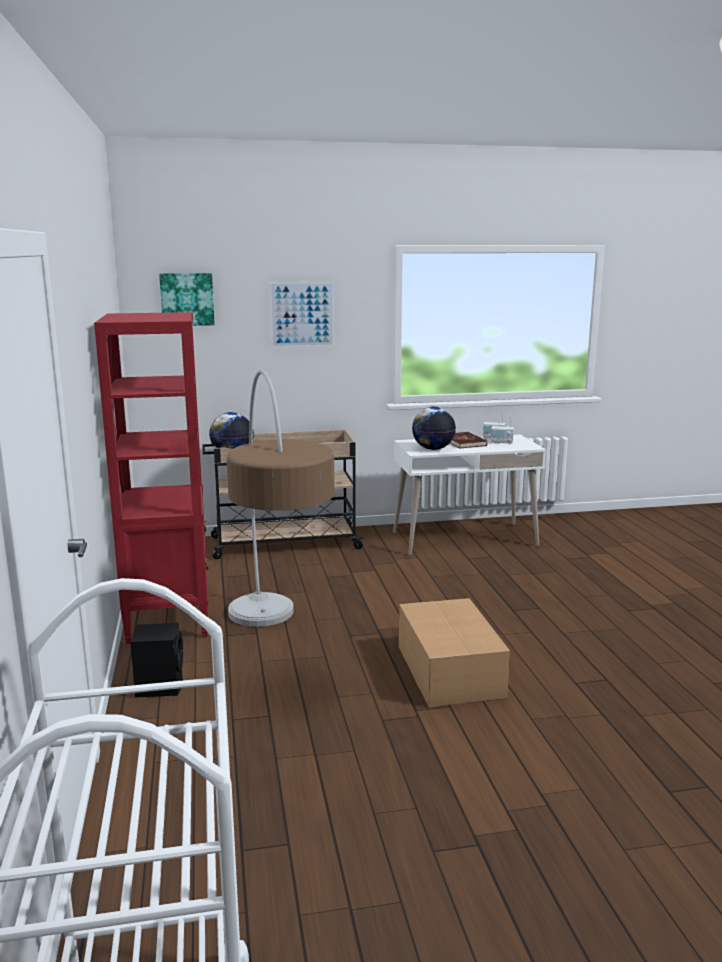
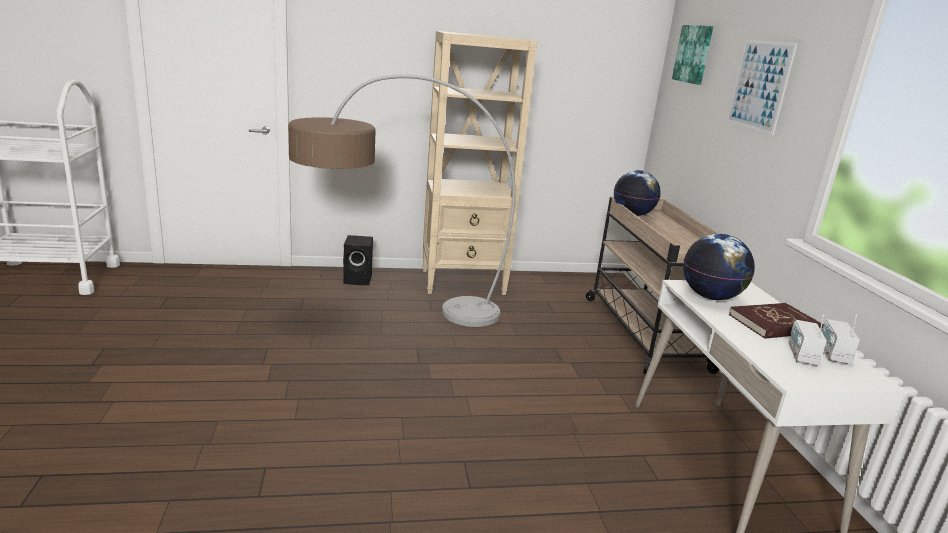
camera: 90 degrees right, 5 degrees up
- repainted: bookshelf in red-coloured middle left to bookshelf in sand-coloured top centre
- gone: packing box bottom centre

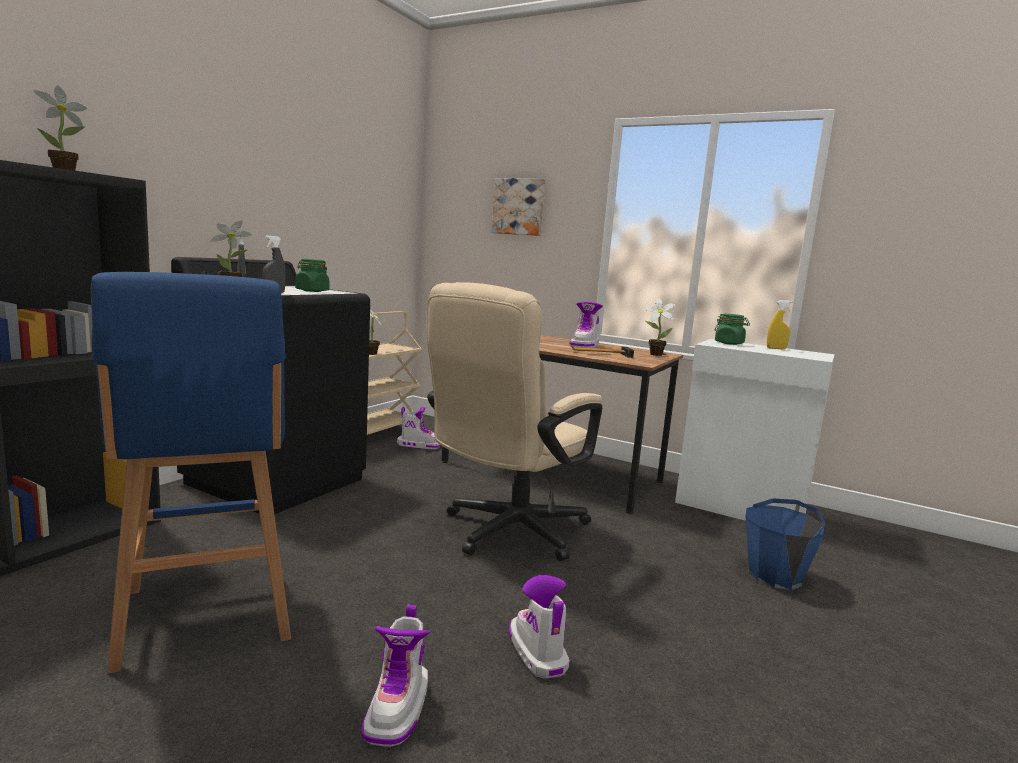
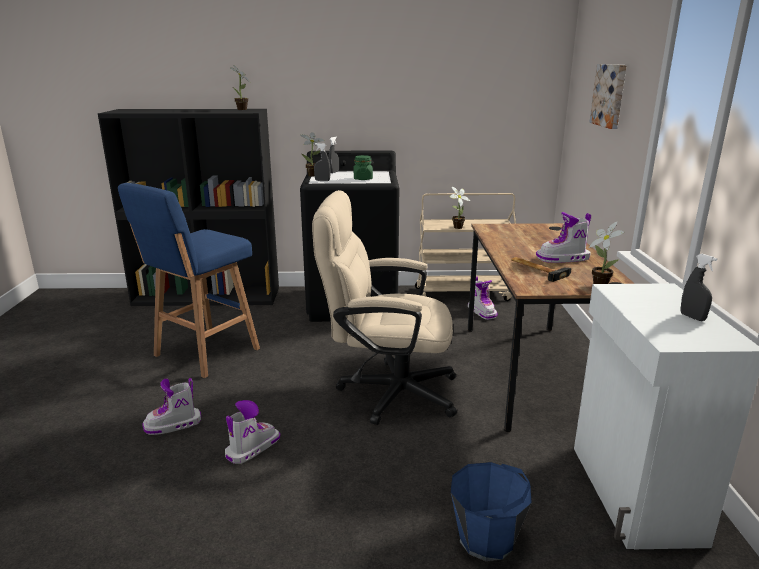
camera: 60 degrees right, 10 degrees up
- gone: jar in green-coloured (no. 2 from left) middle right
- repainted: sprayer in yellow middle right to sprayer in gray (no. 3 from left) middle right

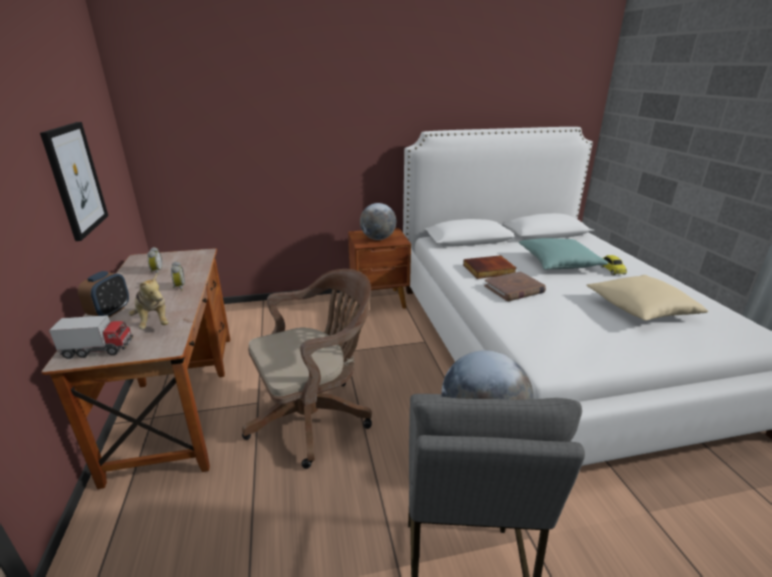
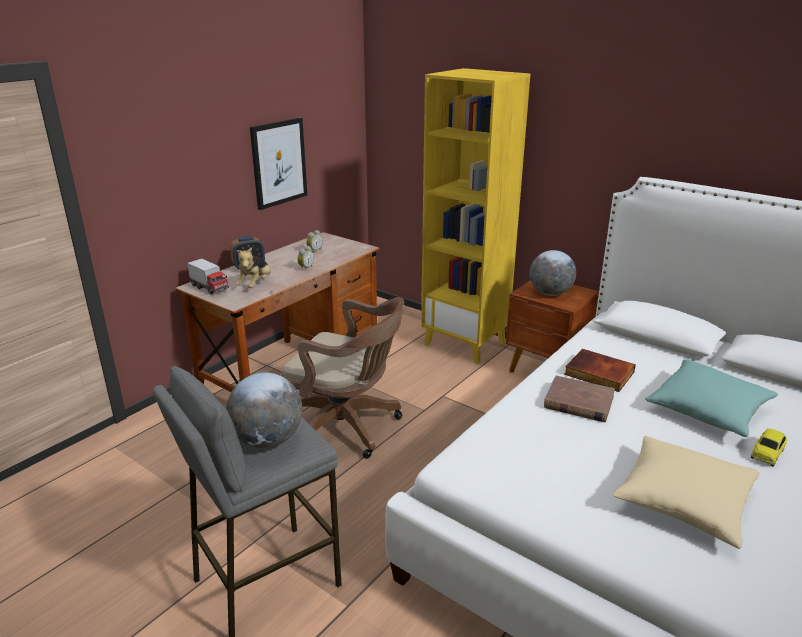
camera: 50 degrees right, 0 degrees up
- new: bookshelf in yellow centre

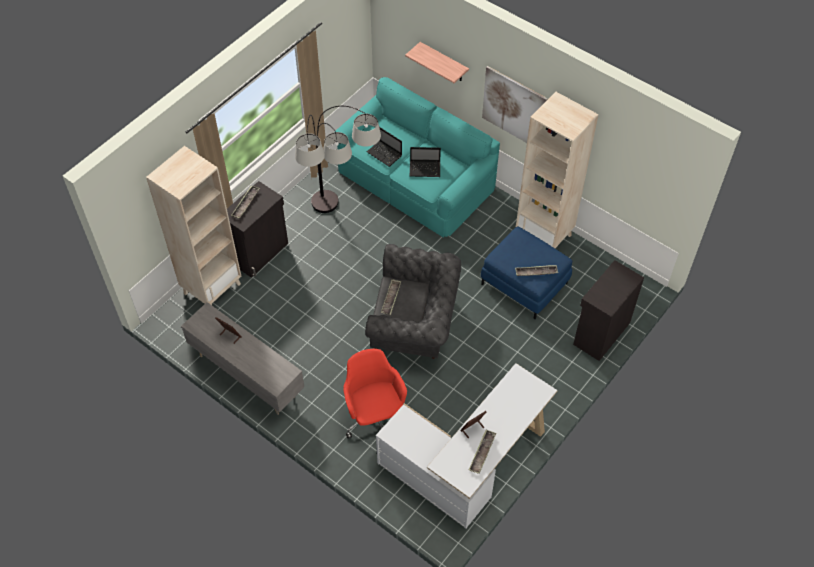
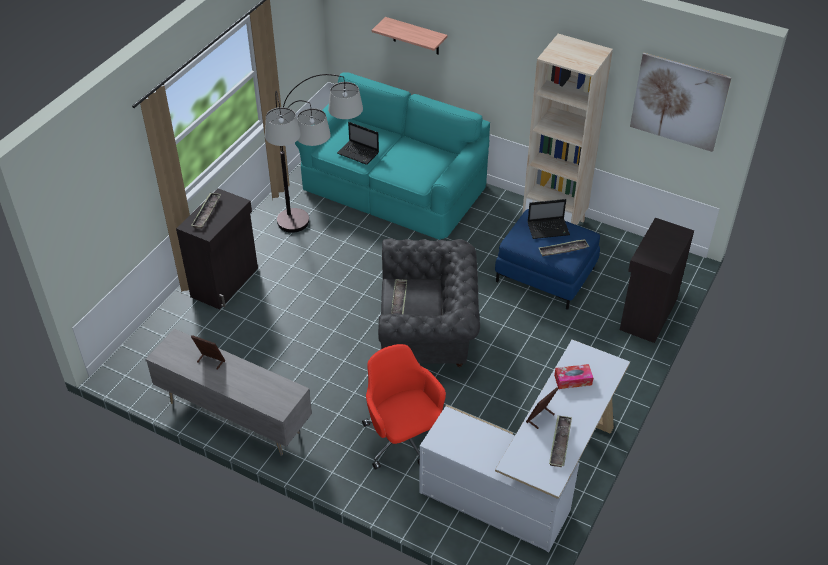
camera: 10 degrees left, 10 degrees down
- gone: bookshelf in sand-coloured (no. 1 from left) middle left
- shifted: laptop (no. 2 from left) top centre to centre
- shifted: picture top centre to top right
- new: tissue holder middle right

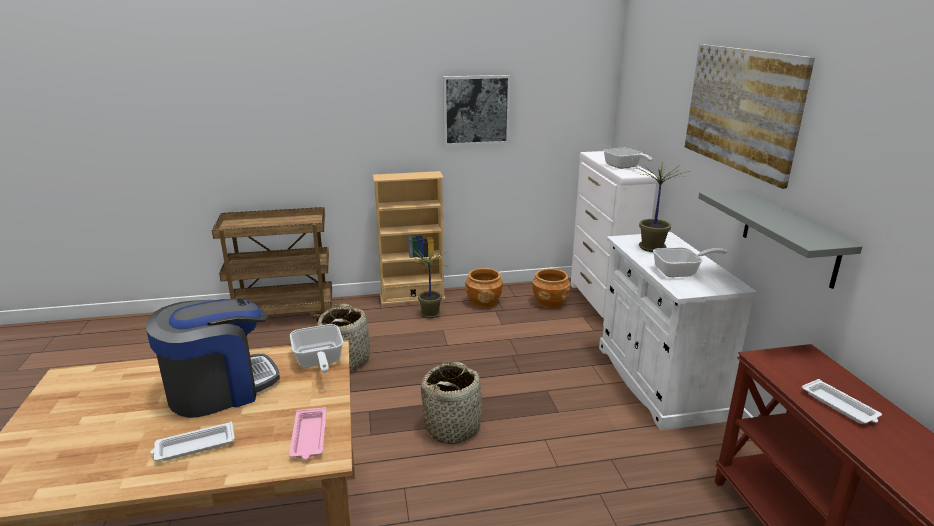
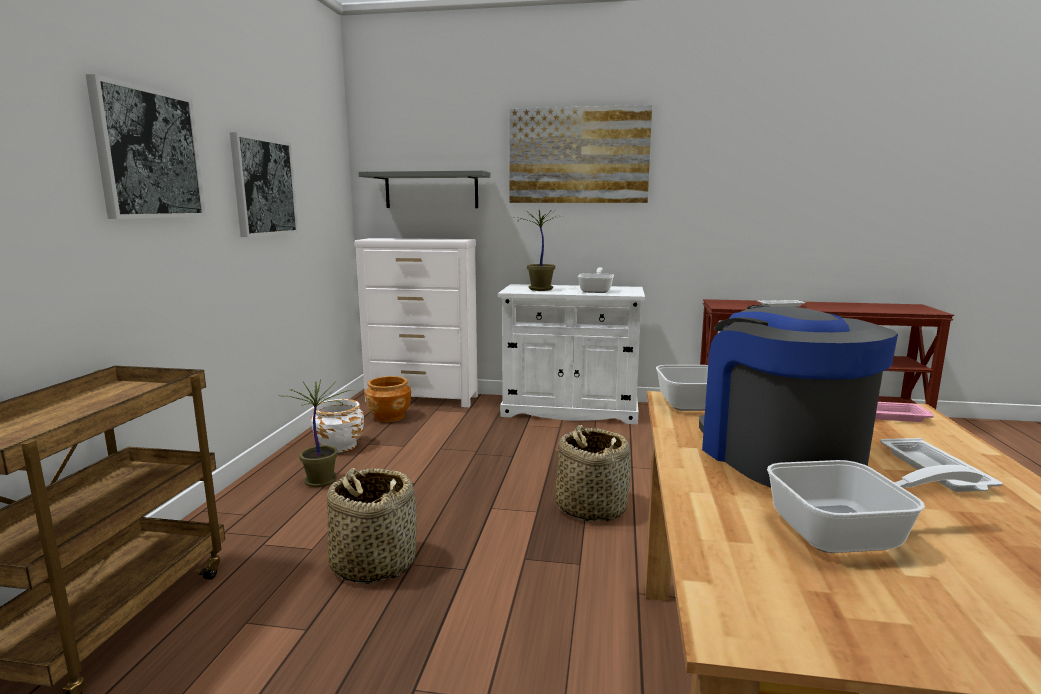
camera: 70 degrees left, 10 degrees down
- gone: bookshelf in sand-coloured centre
- repainted: plant pot in brown (no. 1 from left) centre to plant pot in white middle left
- shifted: skillet (no. 2 from left in the first image) top right to skillet (no. 3 from left) bottom right
- shifted: bracket shelf in gray middle right to top centre
- new: picture (no. 1 from left) top left

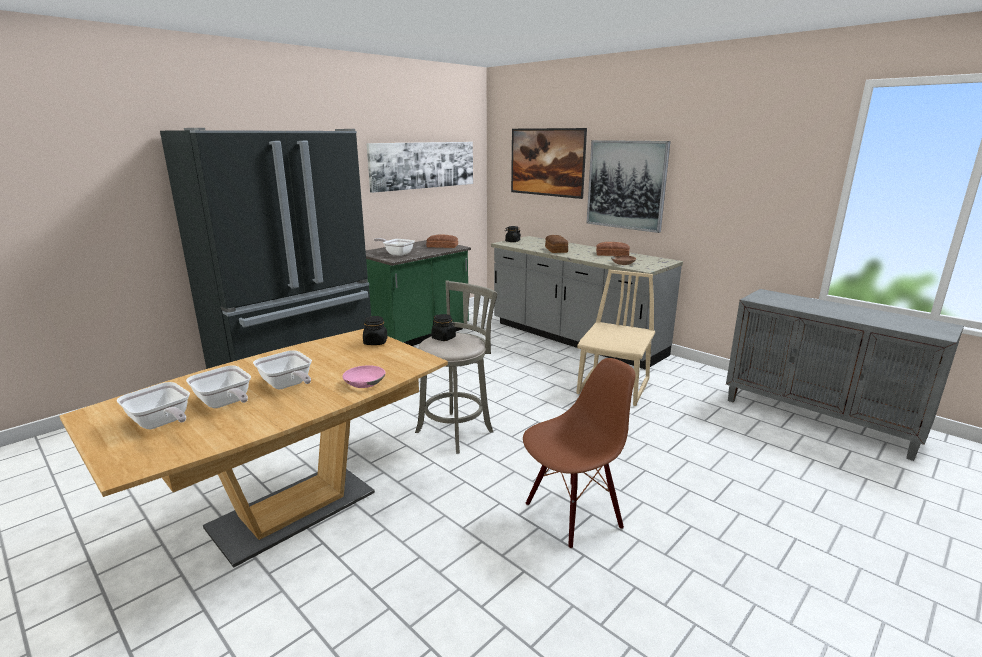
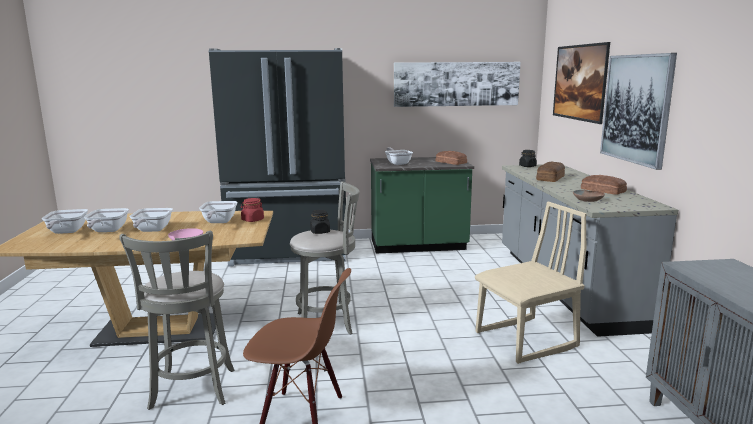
camera: 40 degrees right, 5 degrees down
- repainted: jar in blackish (no. 1 from left) centre to jar in red-coloured centre
- new: stool seat in gray (no. 1 from left) bottom left
- new: skillet (no. 4 from left) middle left

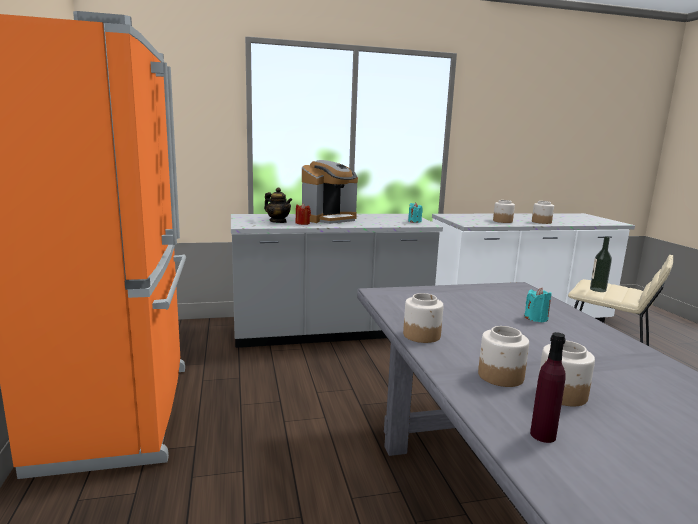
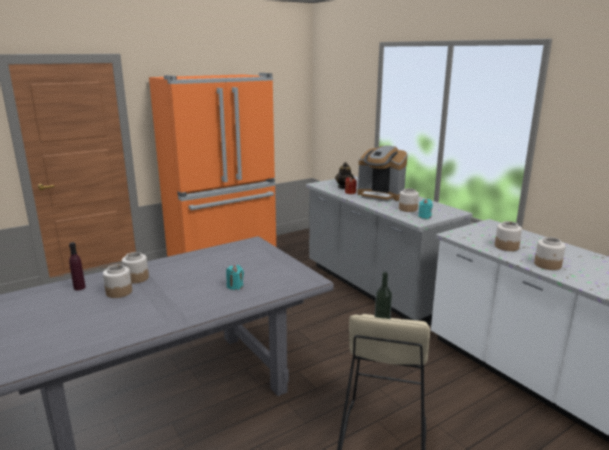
camera: 70 degrees right, 5 degrees up
- shifted: jar (no. 1 from left in the first image) centre to jar (no. 3 from left) middle right

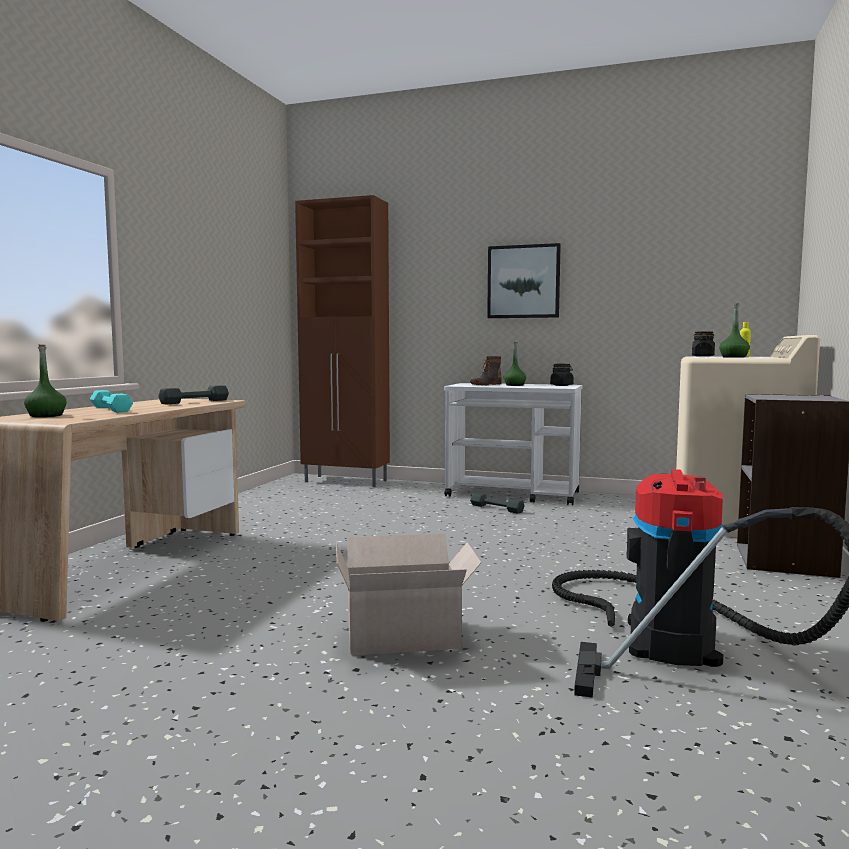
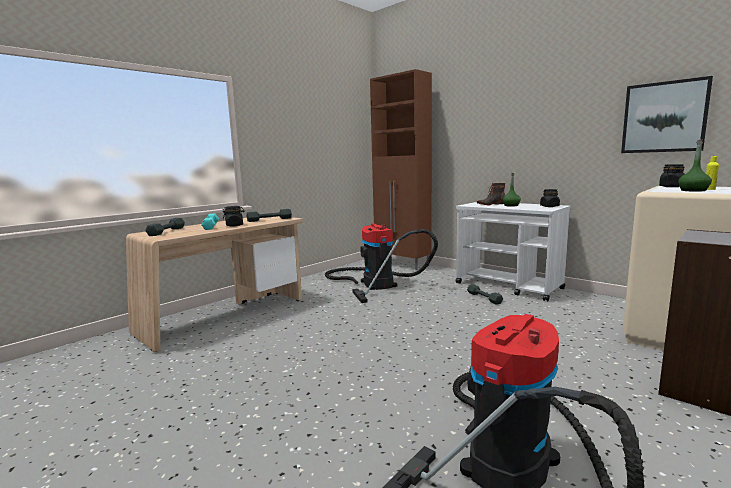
camera: 25 degrees right, 5 degrees up
- swapped: drink bottle in green-coloured (no. 1 from left) middle left to free weight in gray (no. 1 from left) middle left
- gone: packing box bottom centre
- shifted: picture top centre to top right
- new: jar in blackish (no. 1 from left) middle left
- new: vacuum cleaner (no. 1 from left) centre

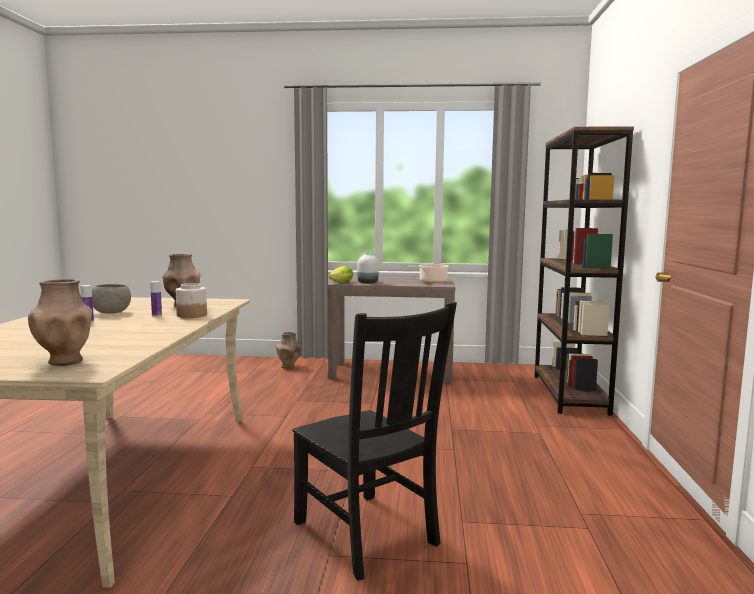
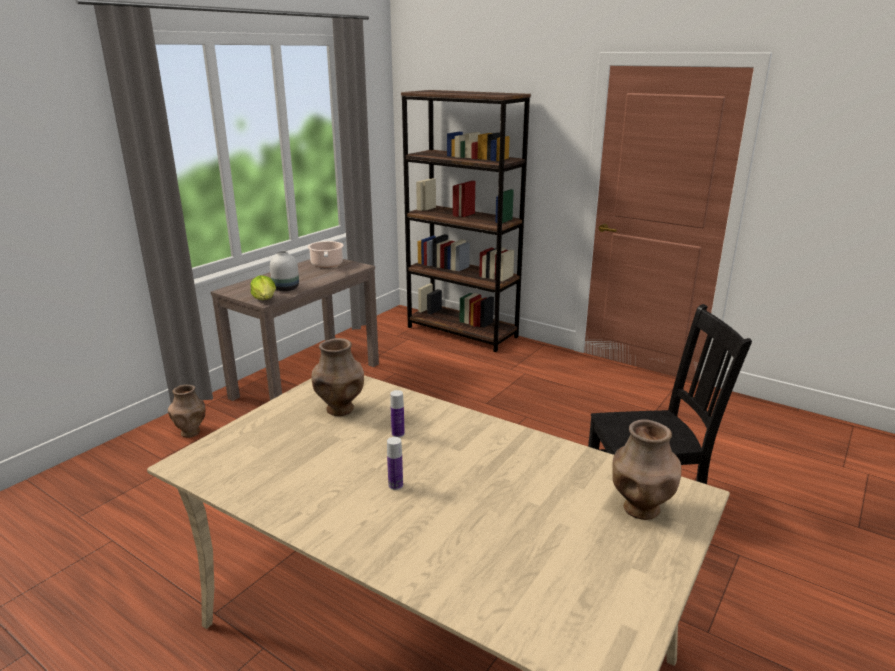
camera: 60 degrees left, 15 degrees up
- gone: bowl in gray middle left
- gone: jar middle left

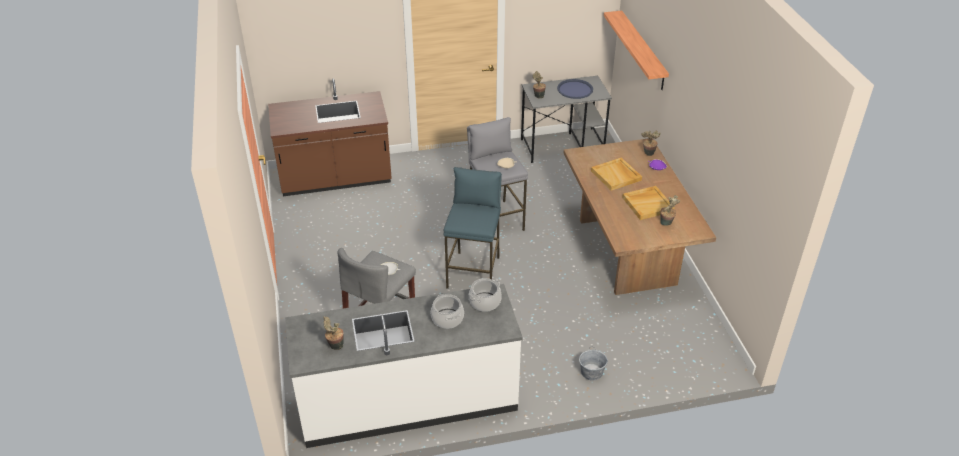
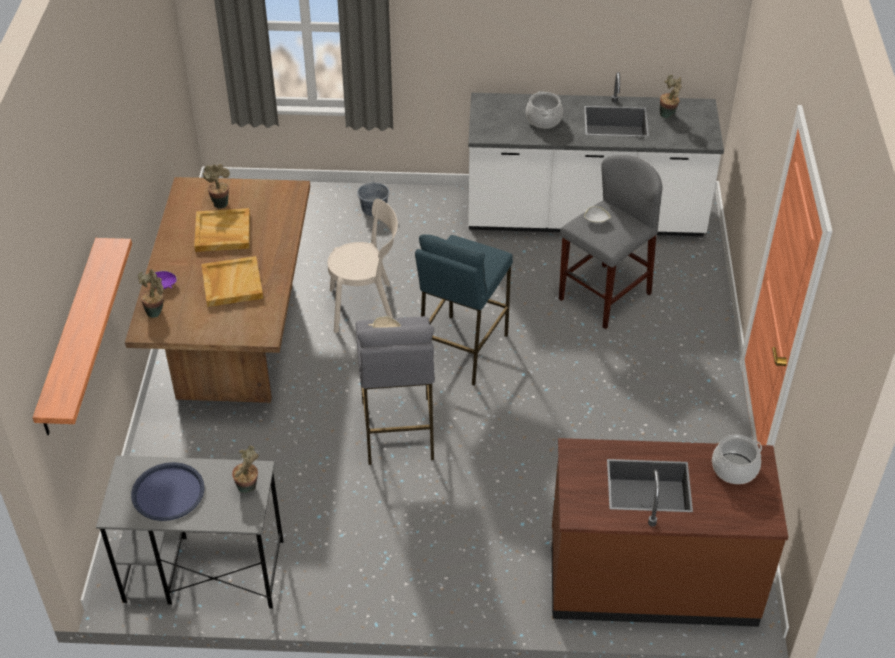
camera: 165 degrees left, 5 degrees up
- shifted: cooking pot (no. 2 from left) centre to bottom right
- new: plain chair in sand-coloured centre

